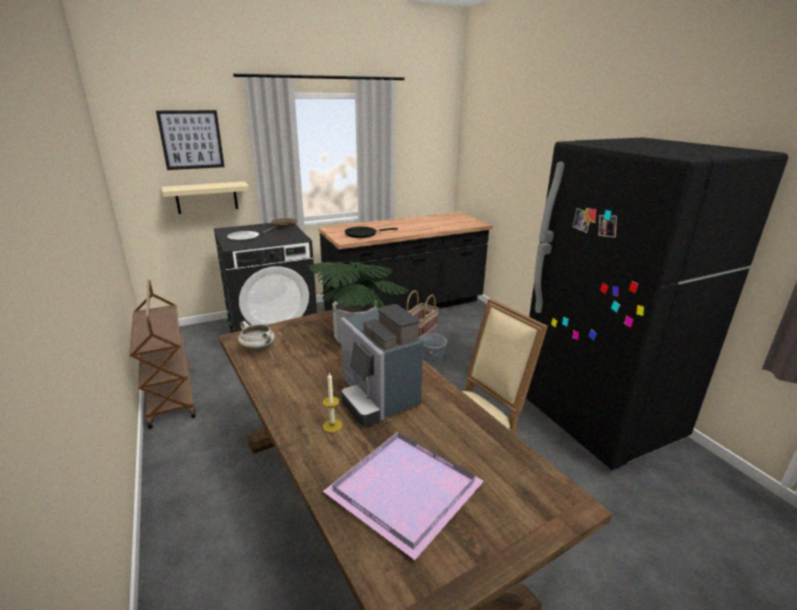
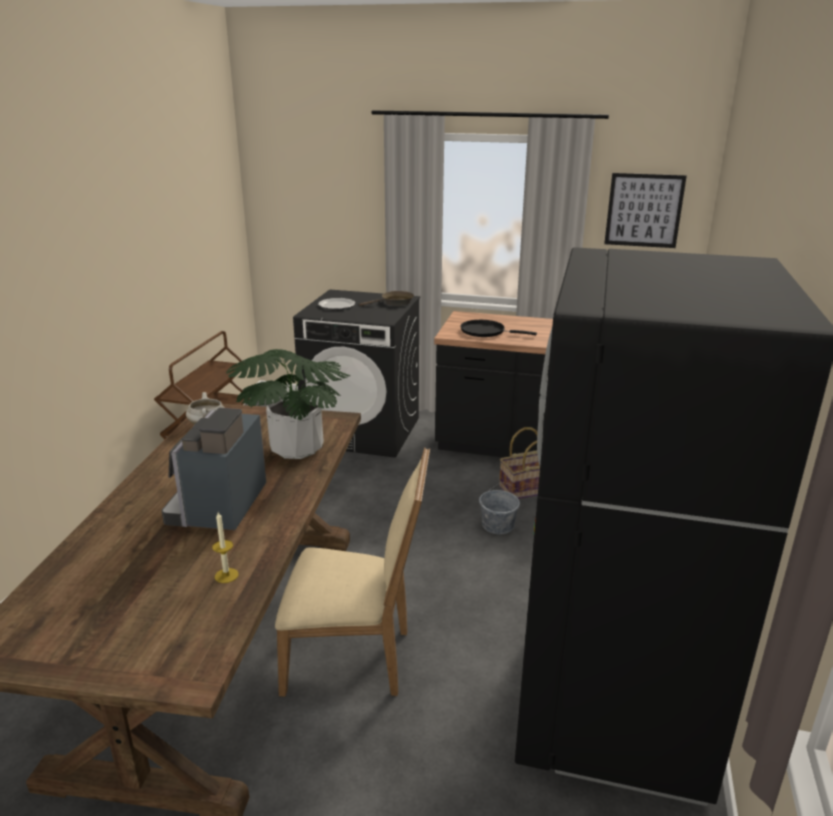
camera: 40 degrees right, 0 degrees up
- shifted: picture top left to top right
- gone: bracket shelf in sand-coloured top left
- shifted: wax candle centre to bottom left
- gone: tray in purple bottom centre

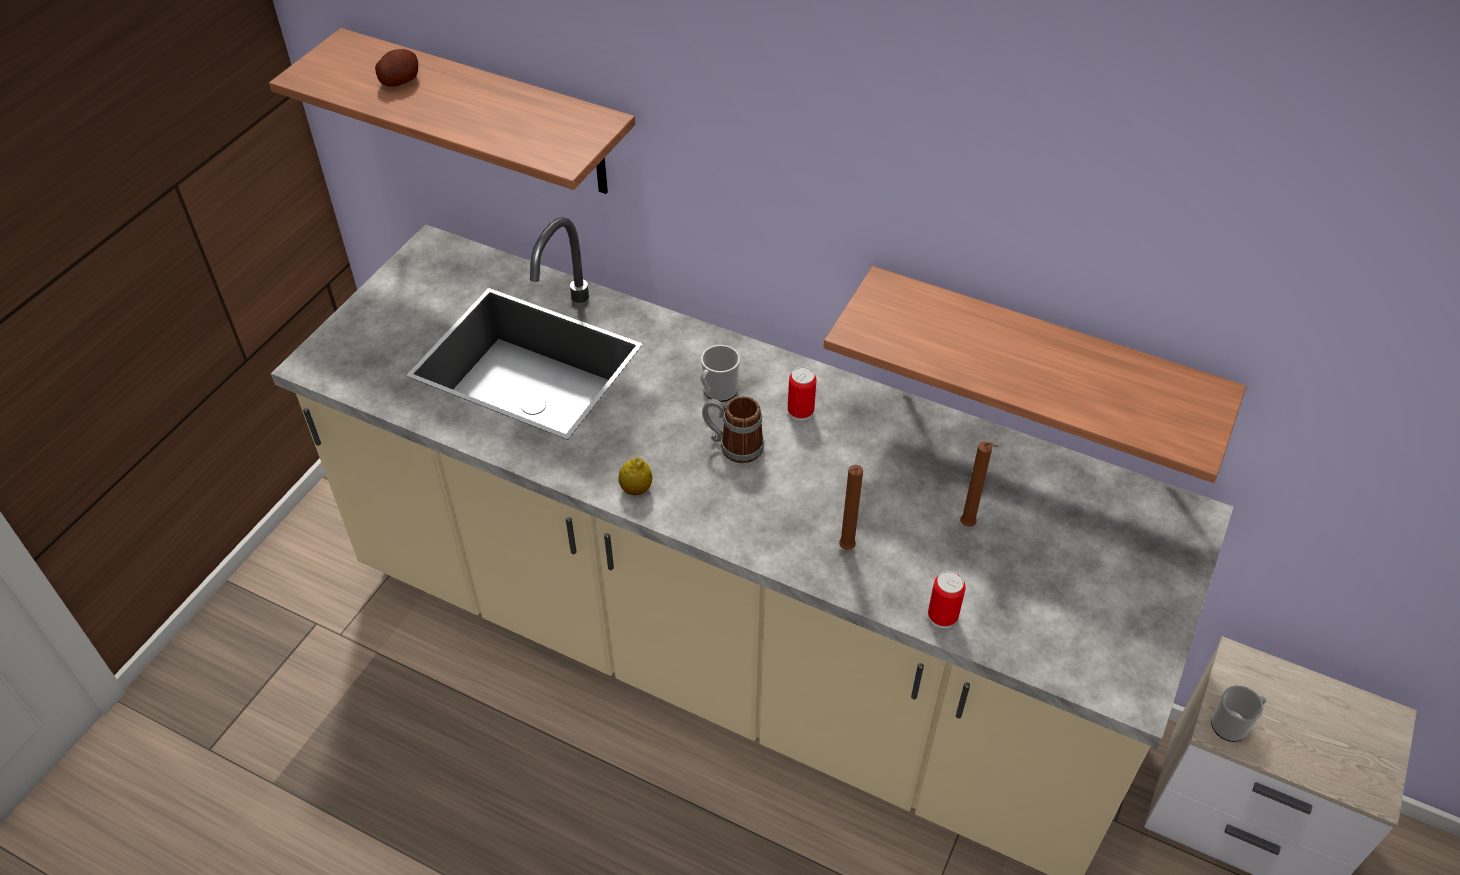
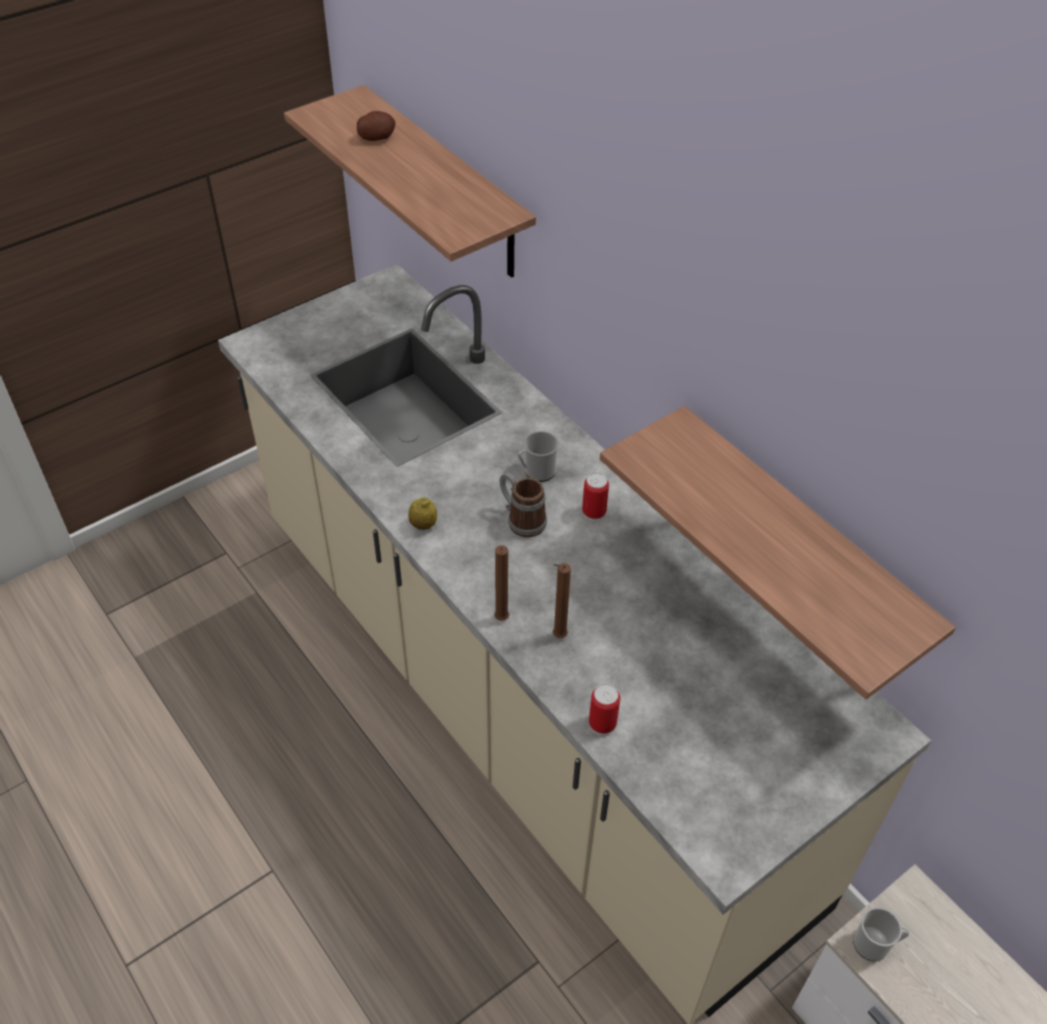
camera: 25 degrees right, 0 degrees up
- shifted: wax candle in brown (no. 2 from left in the first image) middle right to wax candle in brown (no. 1 from left) centre

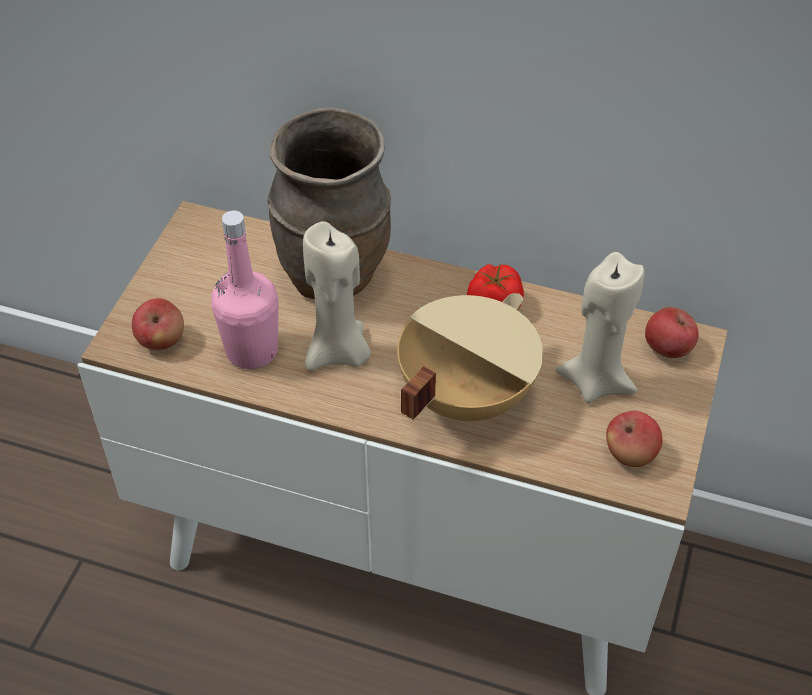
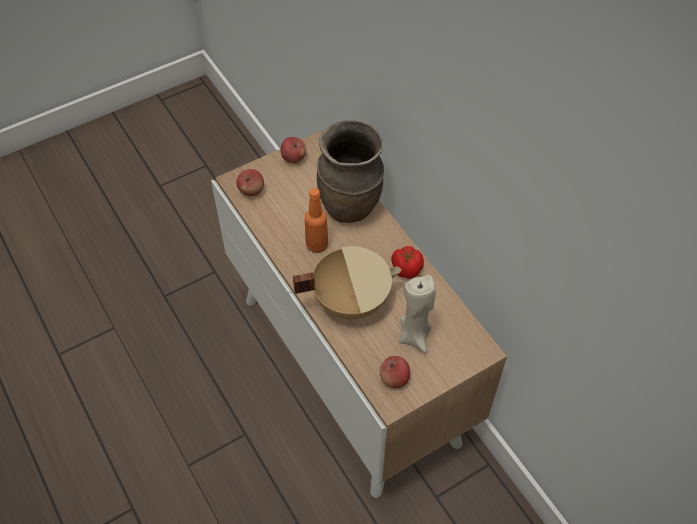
camera: 40 degrees right, 5 degrees up
- gone: drink bottle in pinkish middle left
- swapped: wax candle in sand-coloured (no. 1 from left) centre to drink bottle in orange centre
- shifted: whole apple (no. 3 from left in the first image) middle right to whole apple (no. 2 from left) top centre

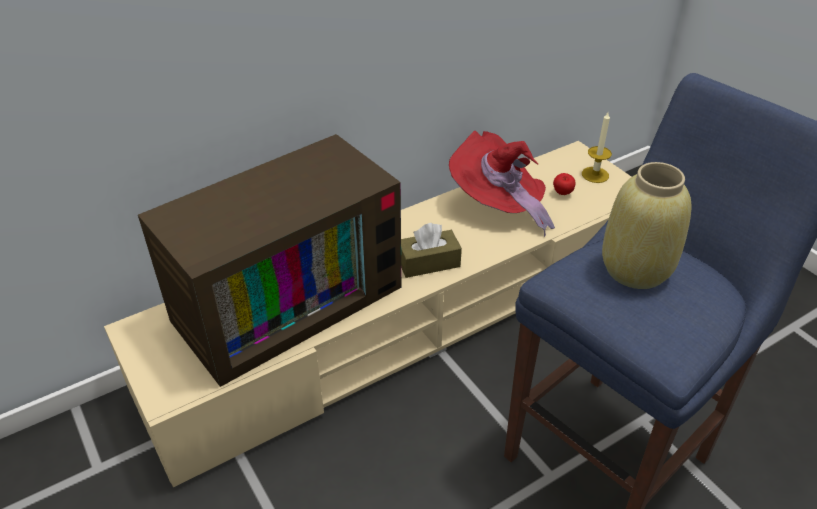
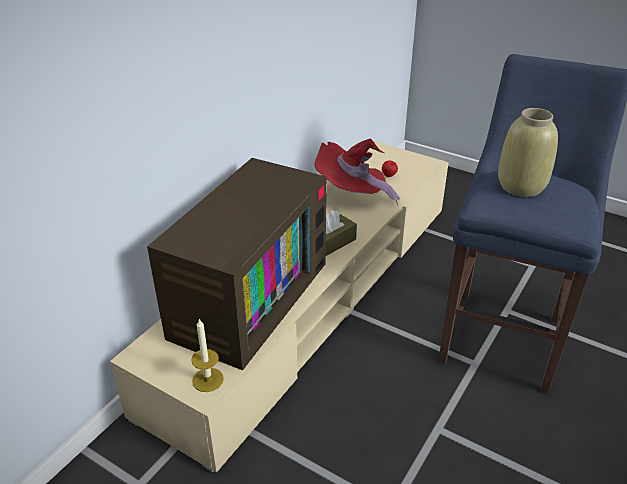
camera: 25 degrees left, 5 degrees down
- shifted: wax candle top right to bottom left

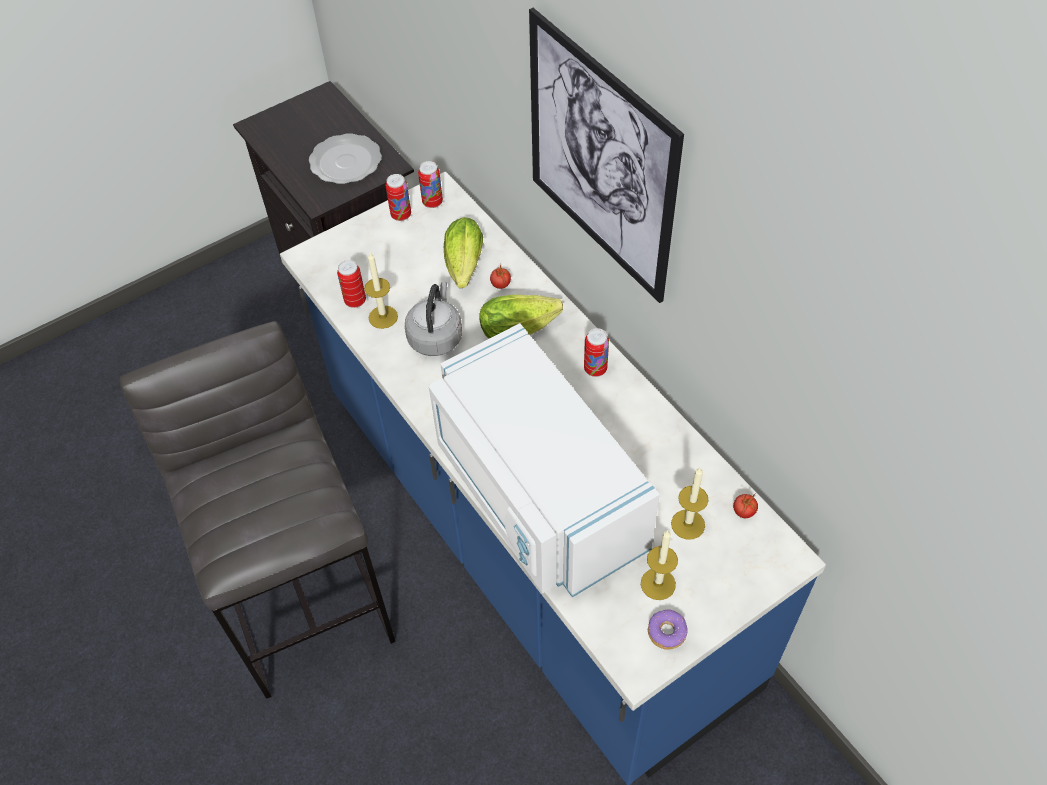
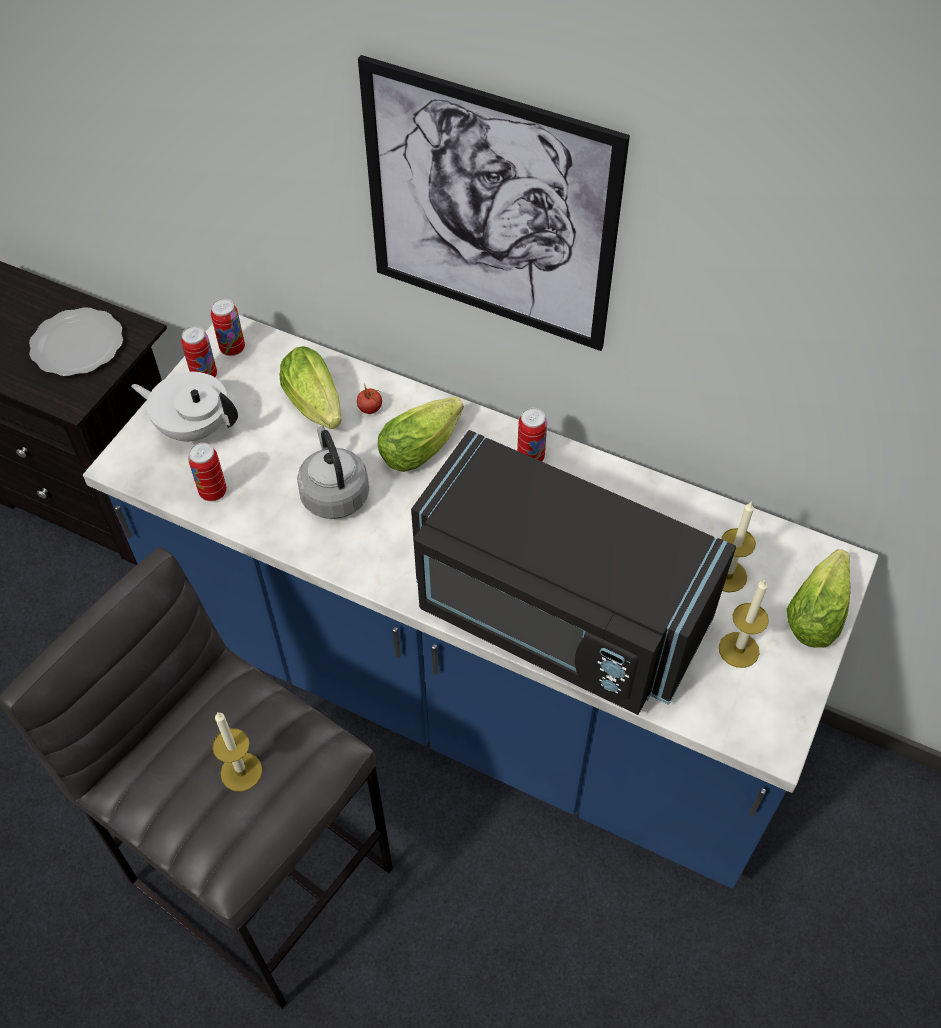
camera: 30 degrees left, 0 degrees up
- shifted: wax candle (no. 1 from left) centre to bottom left
- repainted: microwave oven in white centre to microwave oven in blackish centre
- gone: ring doughnut bottom centre
- gone: fresh tomato (no. 2 from left) middle right
- new: tea pot in white middle left
- new: lettuce (no. 3 from left) middle right

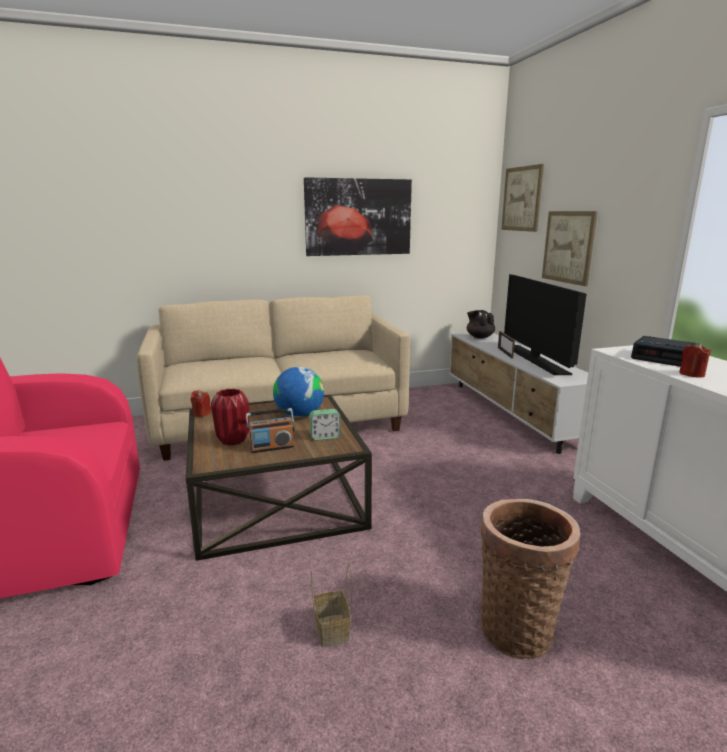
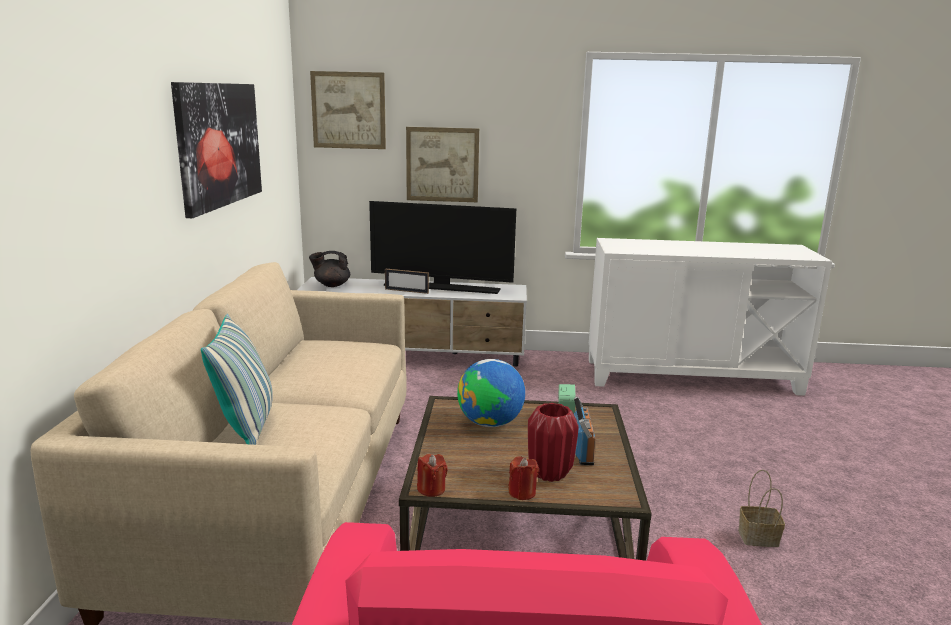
camera: 70 degrees left, 0 degrees up
- gone: storage basket (no. 2 from left) bottom right
- gone: table clock (no. 2 from left) middle right
- shifted: wax candle in red-coloured (no. 2 from left) middle right to bottom centre
- new: cushion middle left

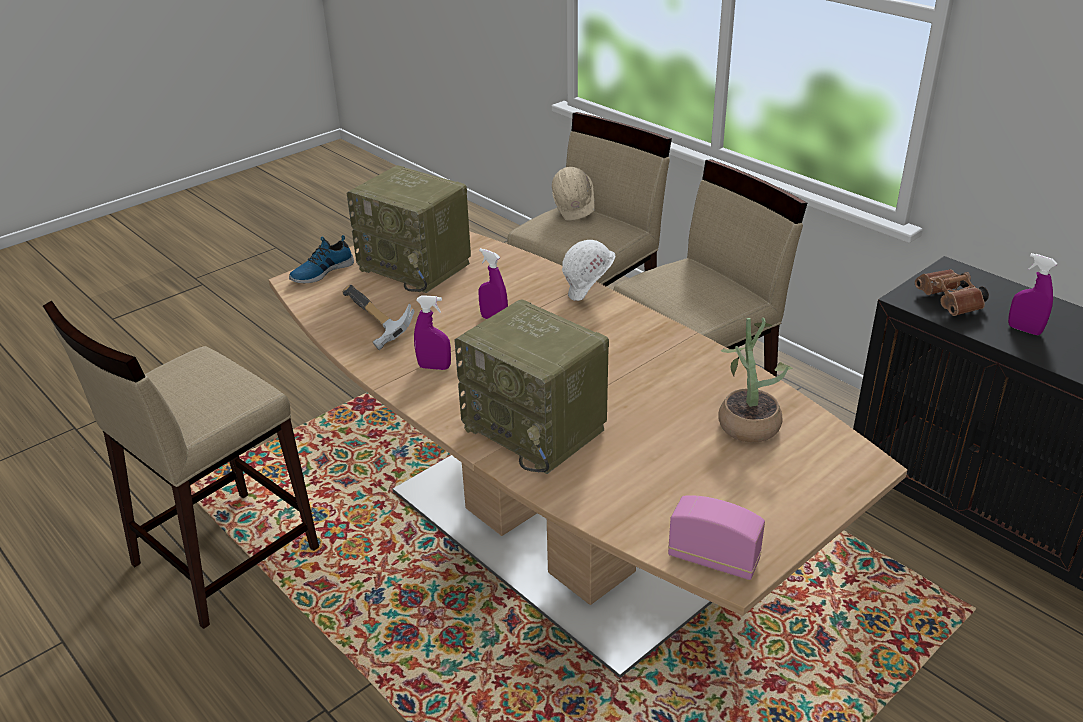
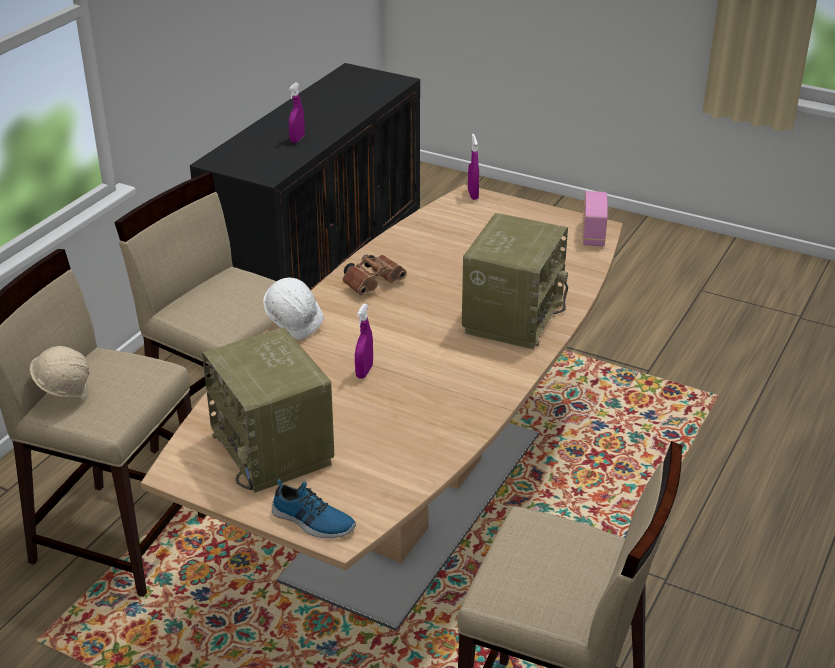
camera: 110 degrees left, 0 degrees up
- gone: hand hammer centre
- rotated: radio set (no. 1 from left) top centre = middle left 135 degrees clockwise
- shifted: sprayer in purple (no. 1 from left in the first image) centre to sprayer in purple (no. 3 from left) top centre
- gone: potted plant middle right
- shifted: field glasses in brown middle right to centre

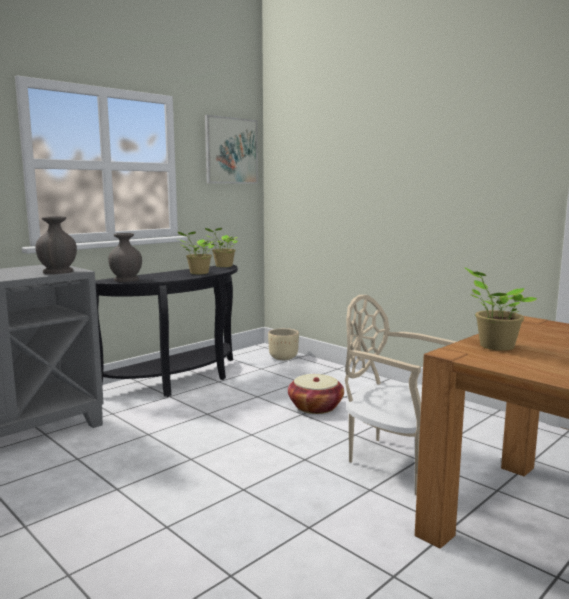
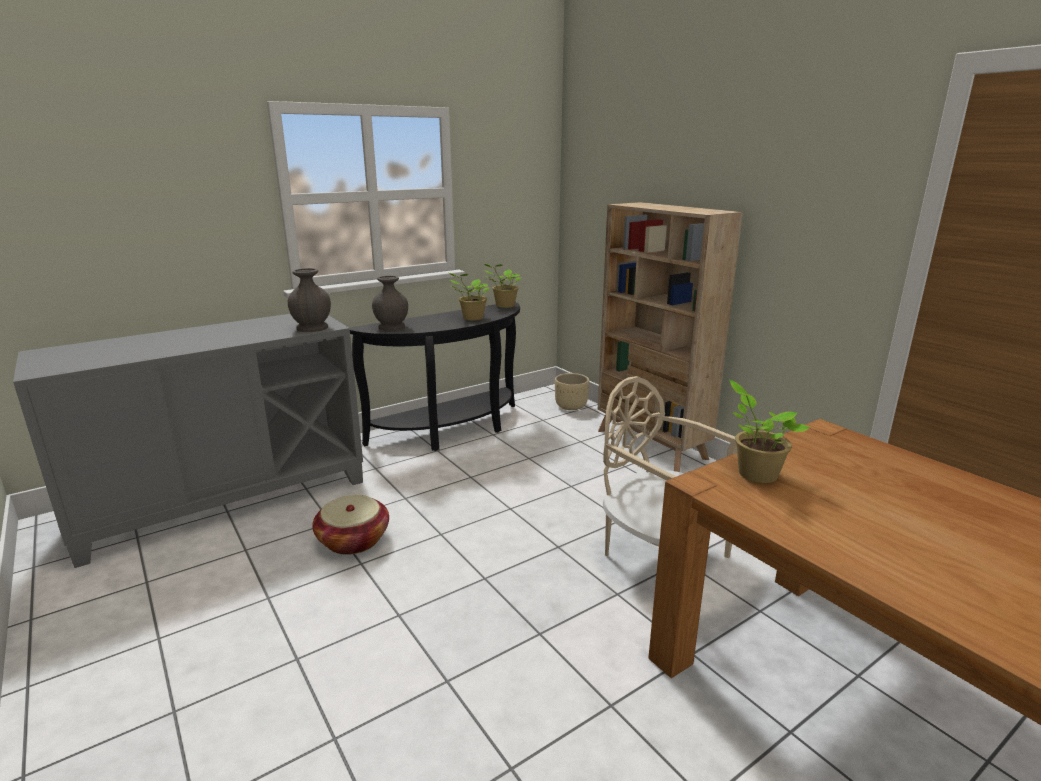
camera: 10 degrees right, 10 degrees up
- gone: picture top centre
- shifted: storage basket centre to bottom centre
- new: bookshelf in sand-coloured centre

